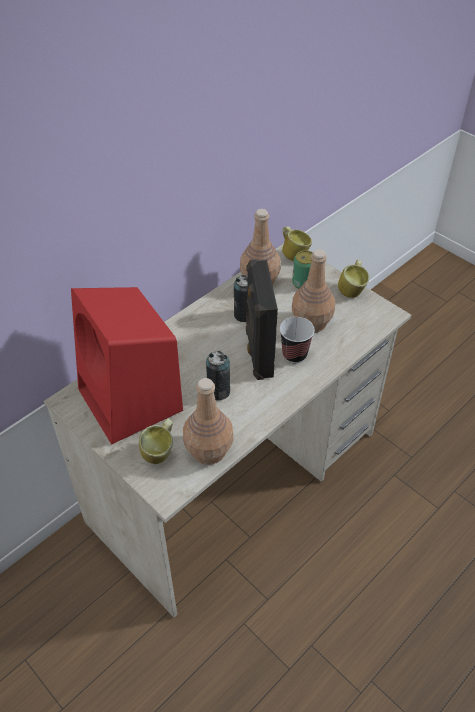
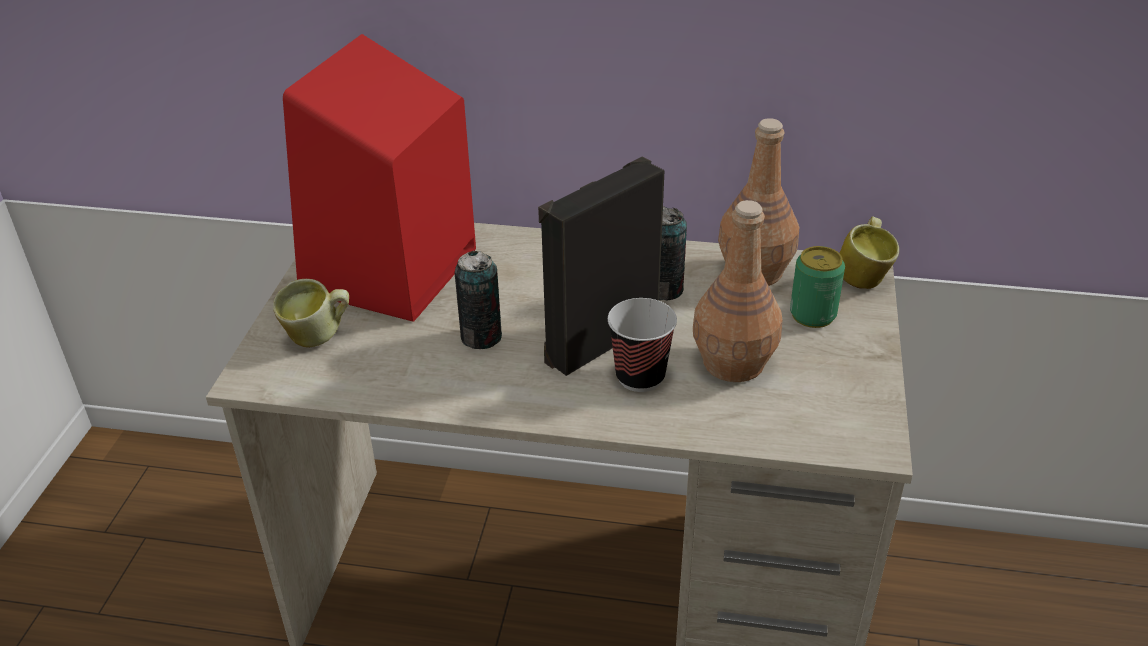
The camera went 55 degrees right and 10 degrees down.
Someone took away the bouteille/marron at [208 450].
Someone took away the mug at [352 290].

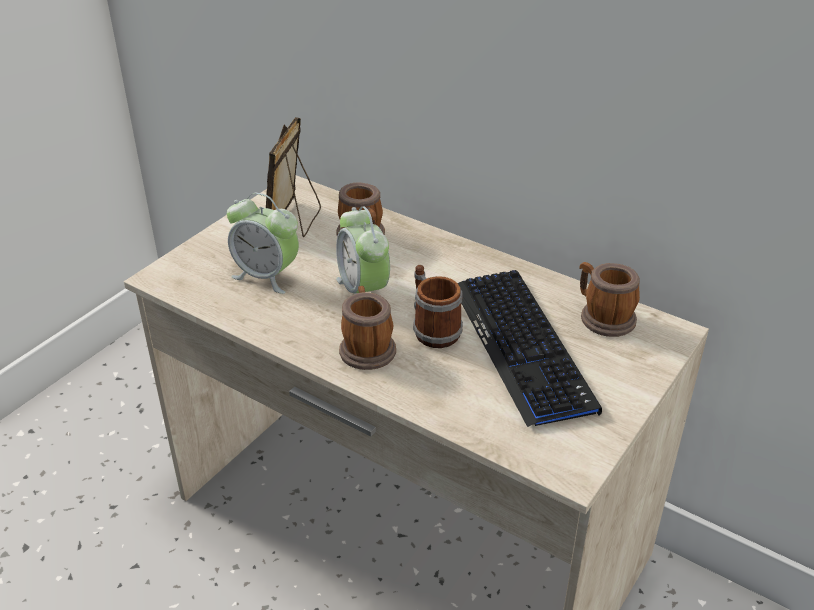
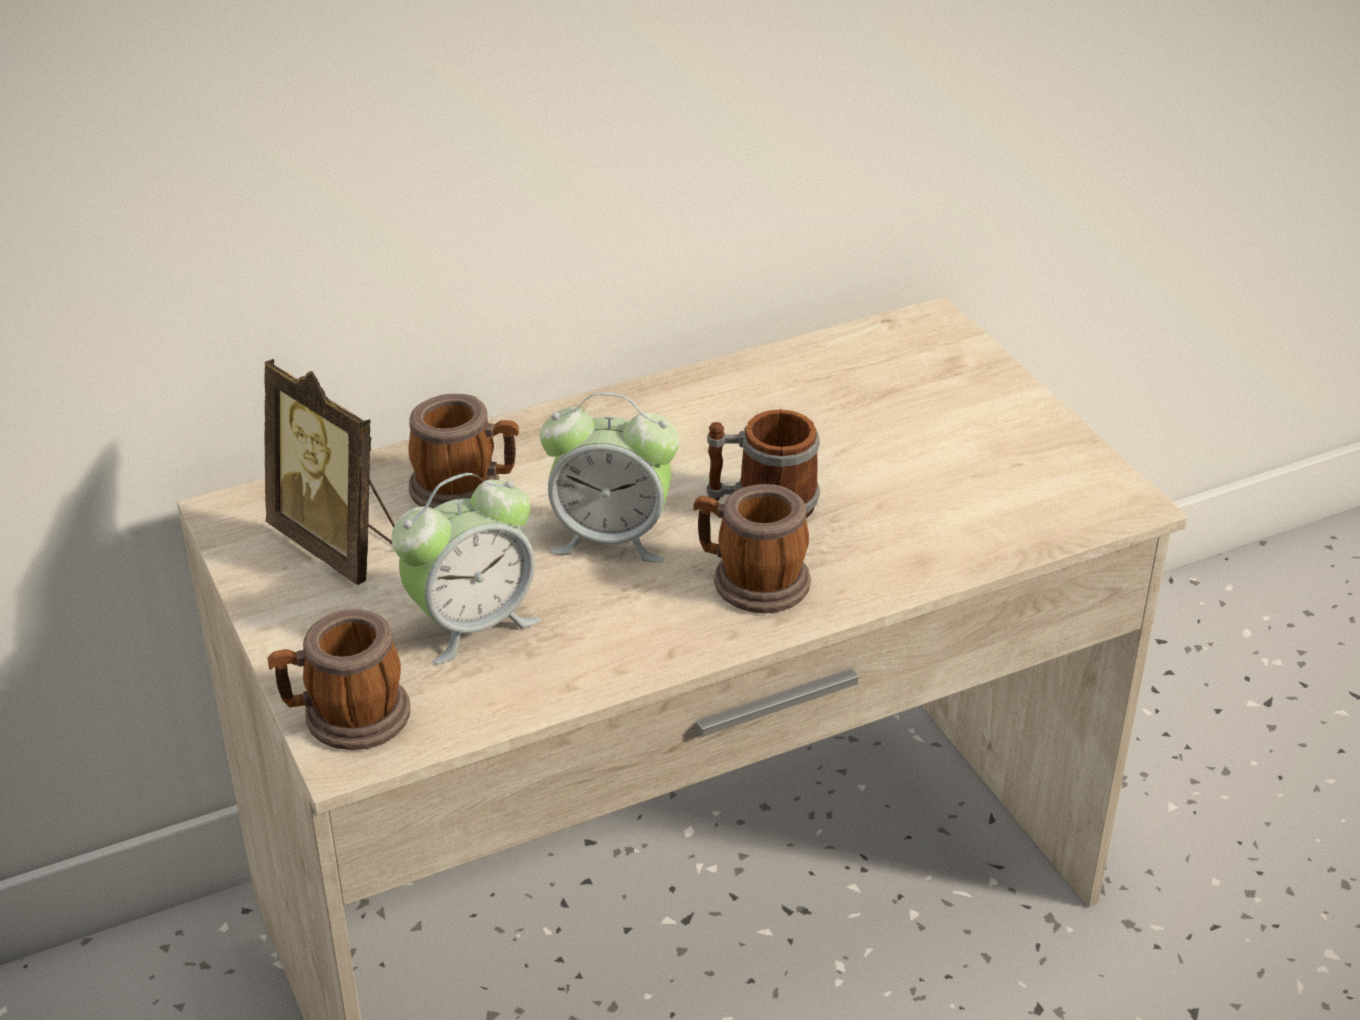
The camera went 60 degrees left and 0 degrees up.
Someone carried the mug from [602 317] to [345 717].
Someone took away the clavier at [522 346].

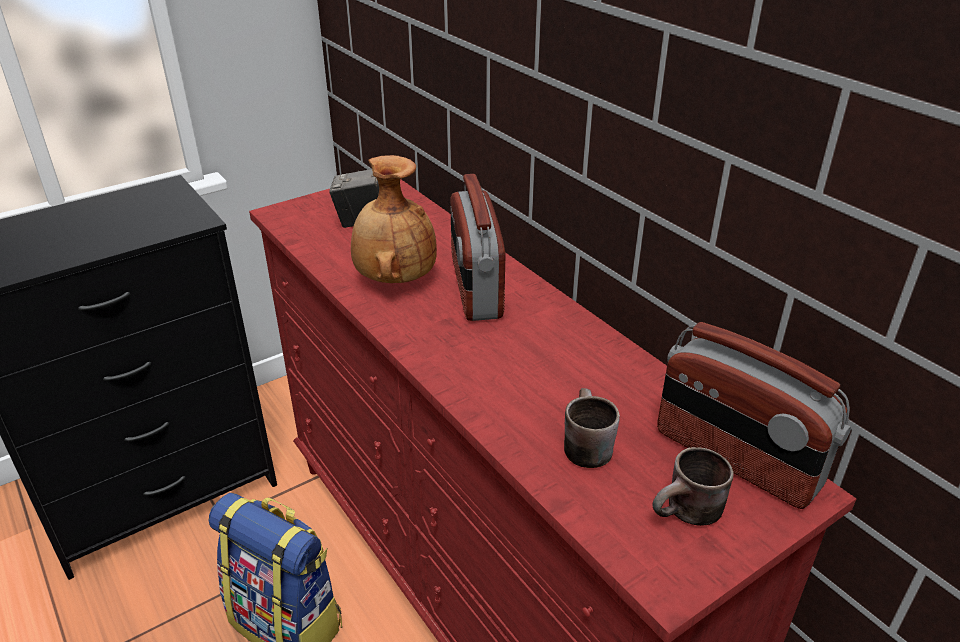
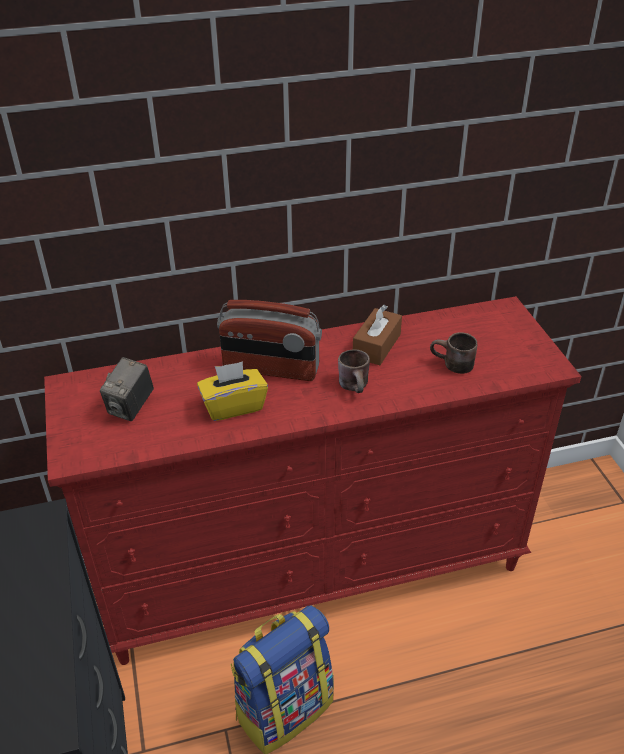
The camera went 70 degrees left and 5 degrees up.
Someone swapped the vase/marron at [394 278] for the boîte à mouchoirs/jaune at [233 406].
Someone carried the mug/marron from [689 515] to [357 386].
Someone put down the boîte à mouchoirs/marron at [376 346].
Someone took away the radio at [735 459].

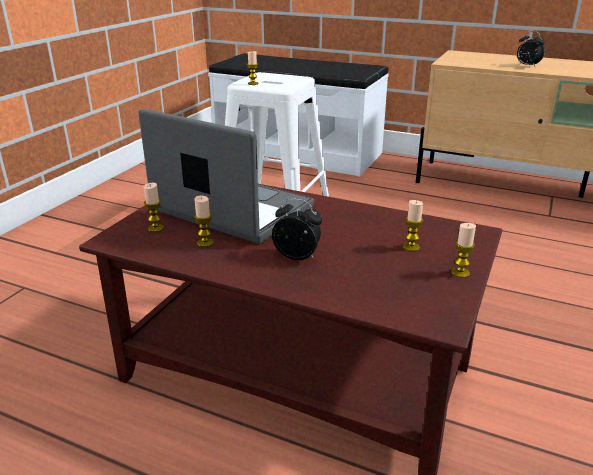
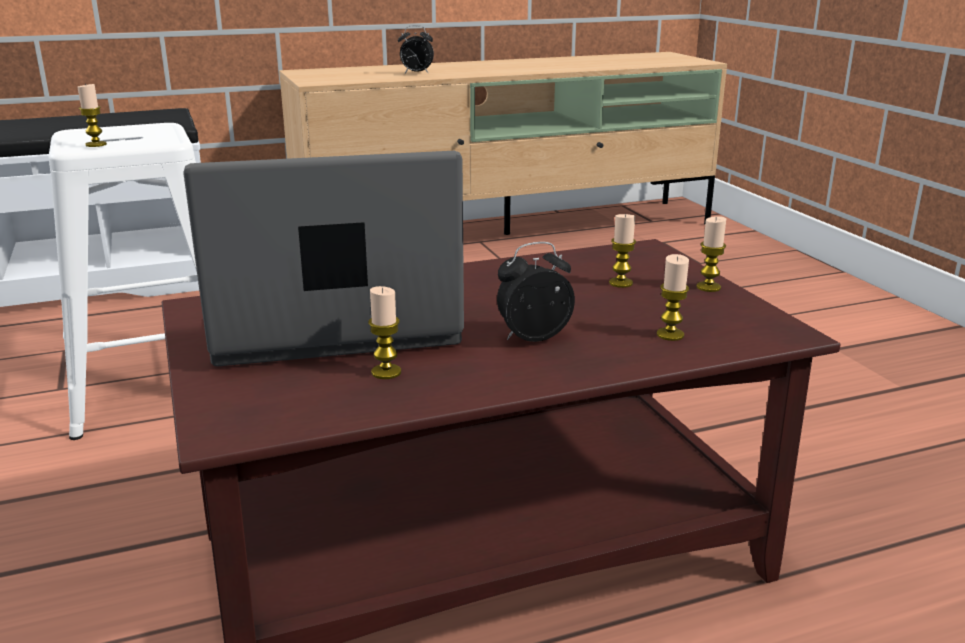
The camera went 45 degrees left and 5 degrees down.
Someone carried the bougie from [155 228] to [670 335].

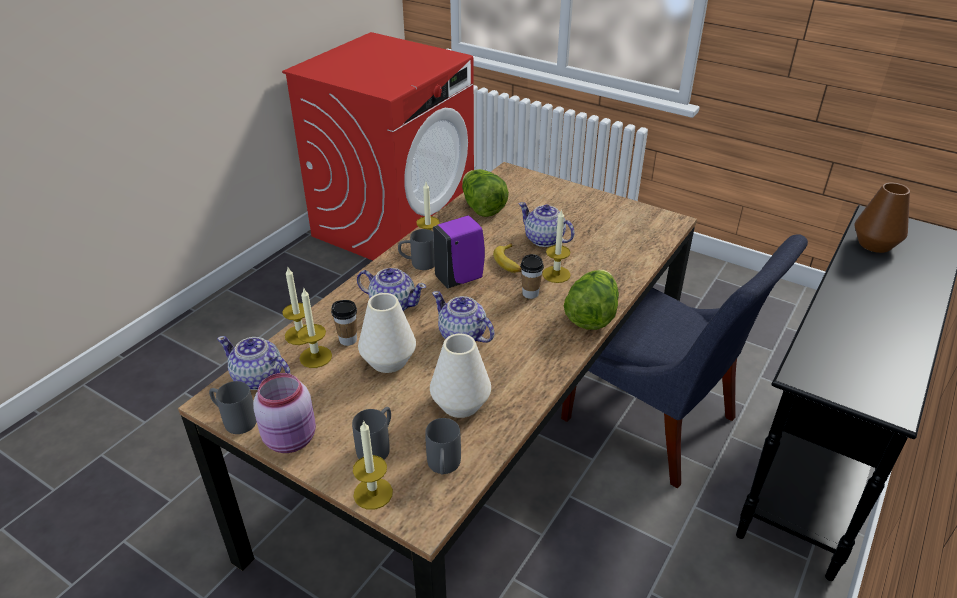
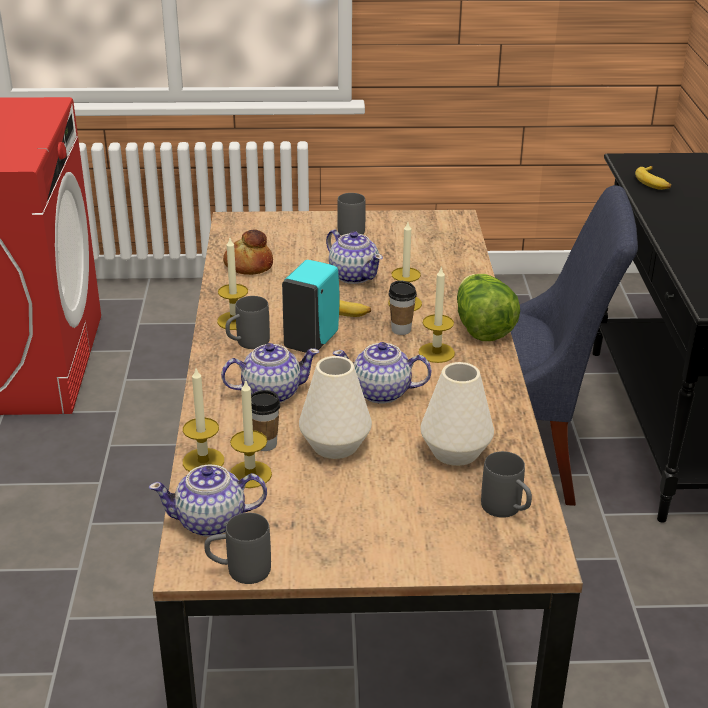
The camera went 35 degrees left and 5 degrees down.
Someone swapped the laitue at [482 208] for the pain at [248 265].
Someone repainted the distributeur de savon/violet at [461 278], which became the distributeur de savon/turquoise at [312 341].
Someone rotated the théière at [544 240] by 135 degrees counterclockwise.
Someone carried the mug/gris from [377 446] to [350 228].
Someone carried the bougie from [373 493] to [436 353].
Someone swapped the vase/marron at [875 244] for the banane at [653 182].
Someone took away the bocal/rose at [292 439].

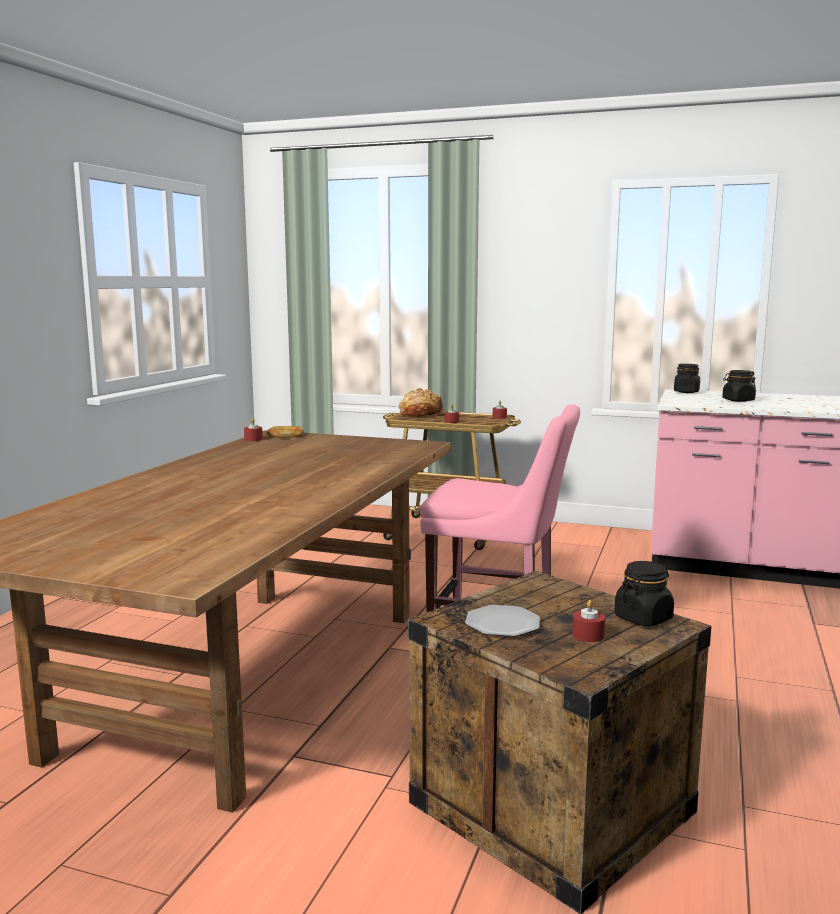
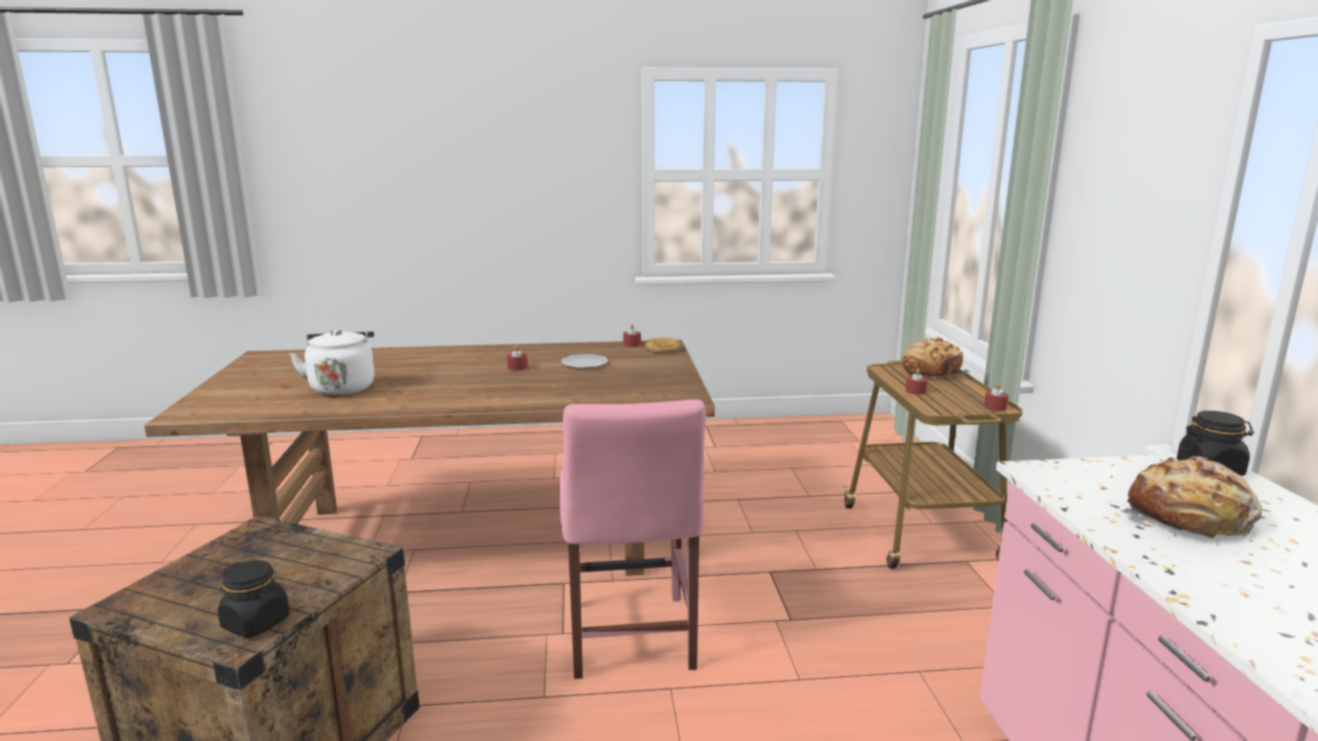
The camera went 65 degrees right and 5 degrees up.
Someone put down the bouilloire/blanc at [342 387].
Someone carried the bougie/rouge from [588 635] to [517 367].
Someone carried the assiette from [503 624] to [585 363].
Someone swapped the bocal/noir at [738 400] for the pain at [1189 519].

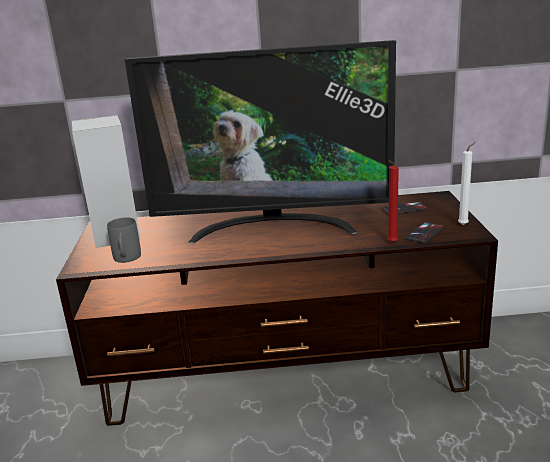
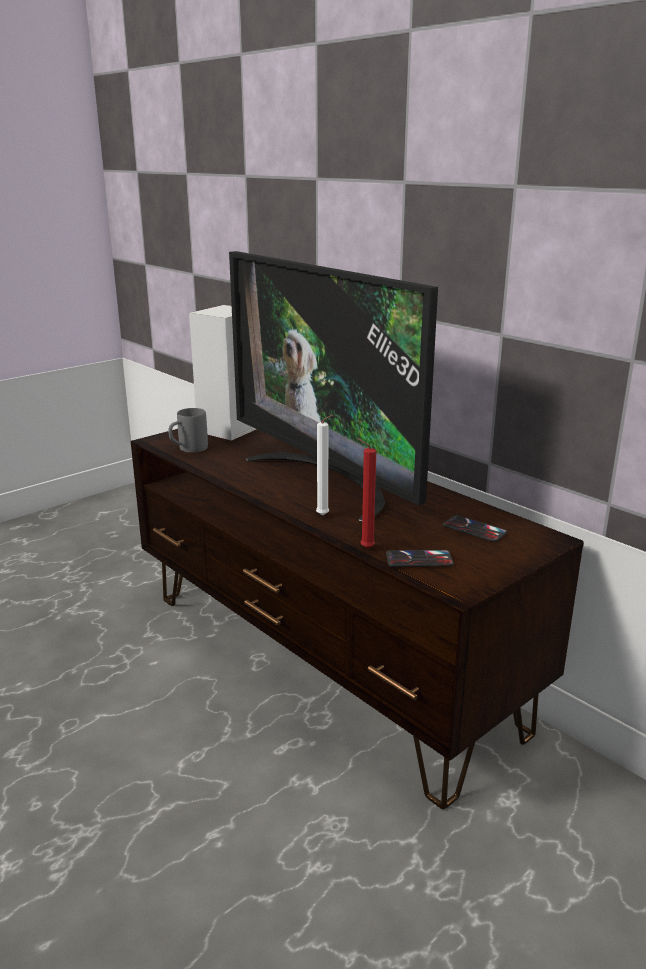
The camera went 50 degrees right and 0 degrees up.
Someone carried the bougie/blanc from [464 224] to [324 516].

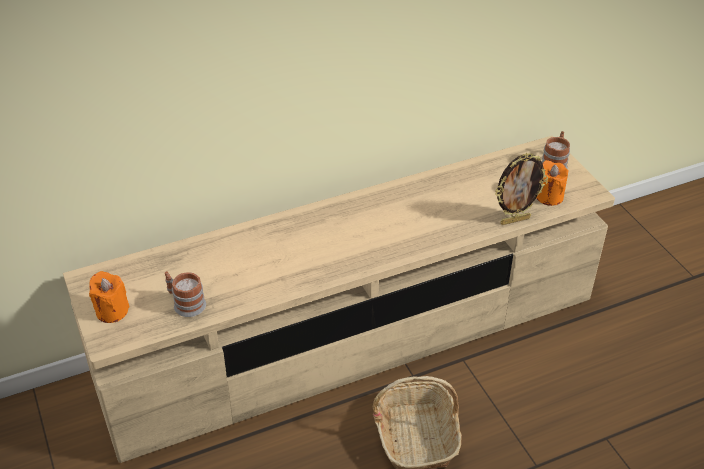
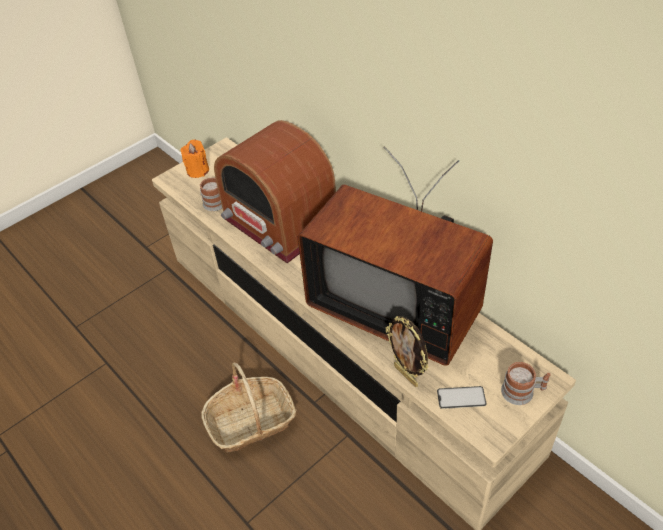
The camera went 75 degrees right and 5 degrees up.
Someone put down the radio at [280 221].
Someone put down the téléviseur at [397 304].
Someone swapped the bougie/orange at [549 196] for the téléphone at [461 397].

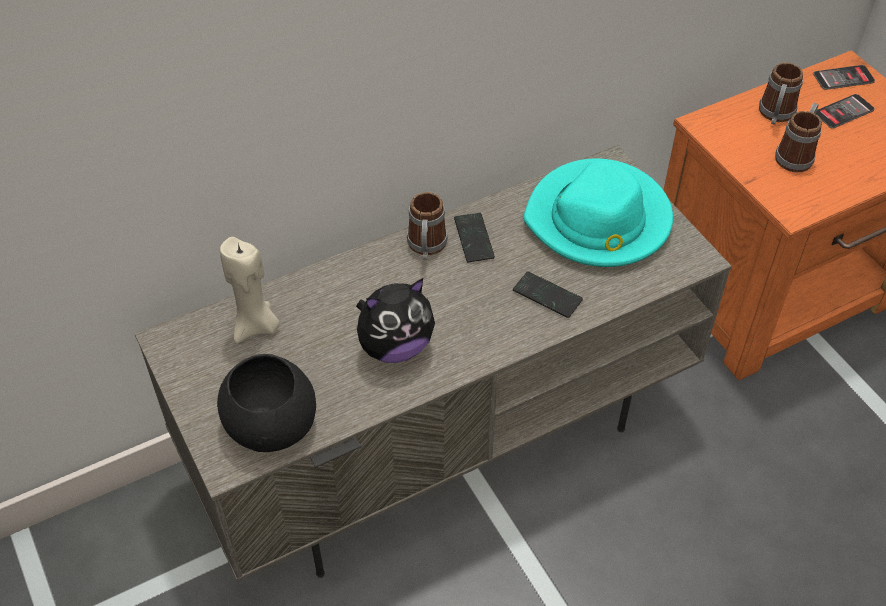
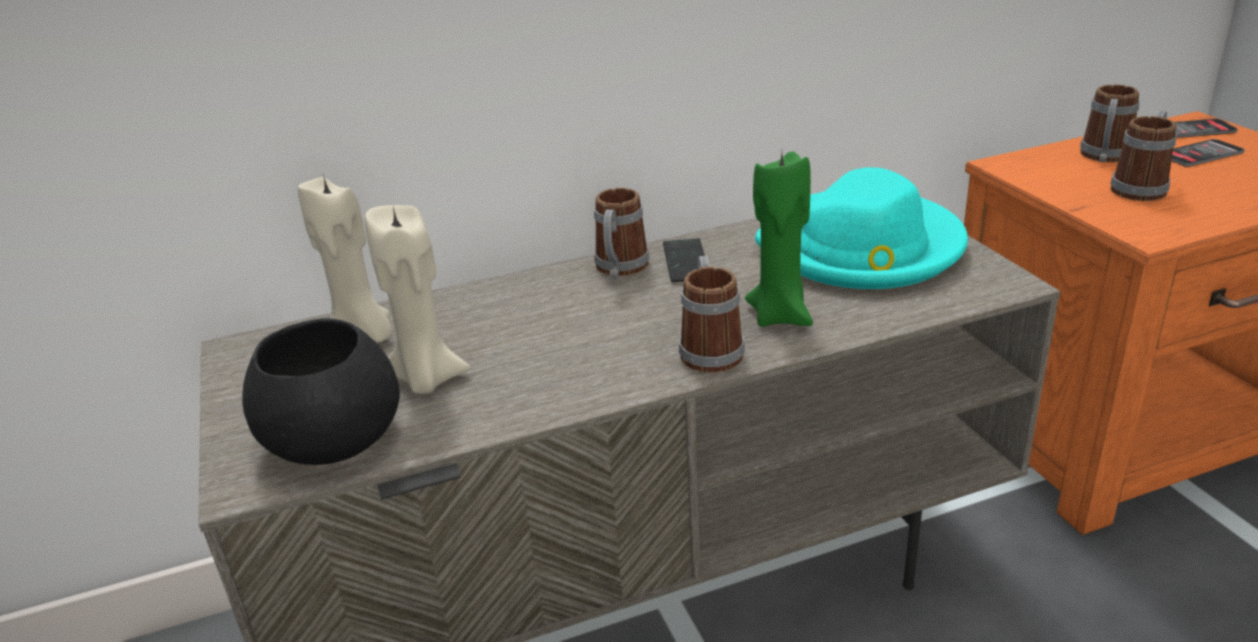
The camera went 10 degrees right and 20 degrees down.
Someone put down the bougie/beige at [426 379].
Someone put down the mug at [709 348].
Someone swapped the téléphone at [547 296] for the bougie/vert at [780 315].
Someone took away the peluche at [395 346].

